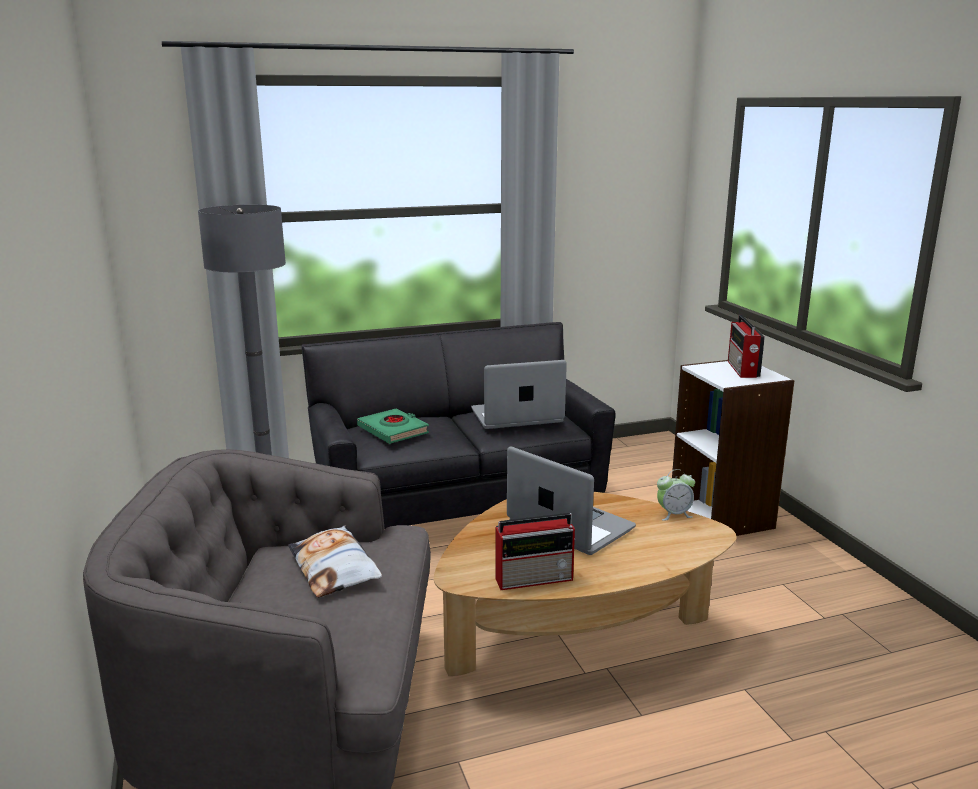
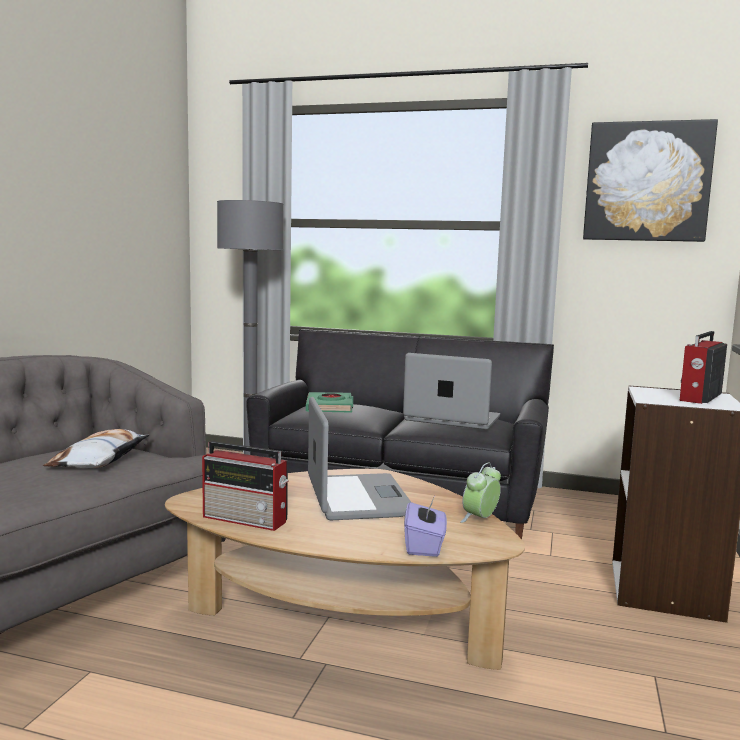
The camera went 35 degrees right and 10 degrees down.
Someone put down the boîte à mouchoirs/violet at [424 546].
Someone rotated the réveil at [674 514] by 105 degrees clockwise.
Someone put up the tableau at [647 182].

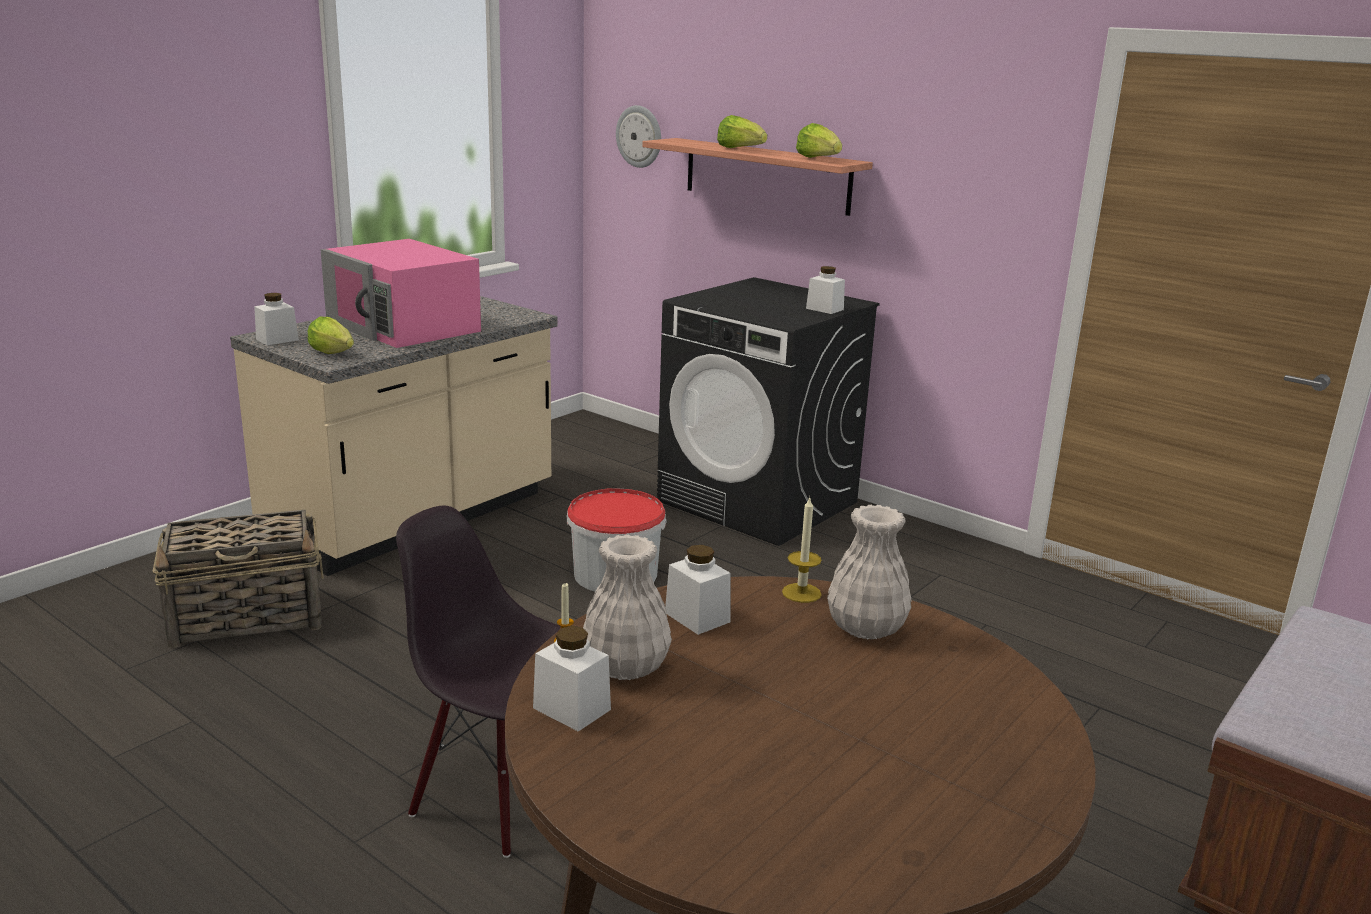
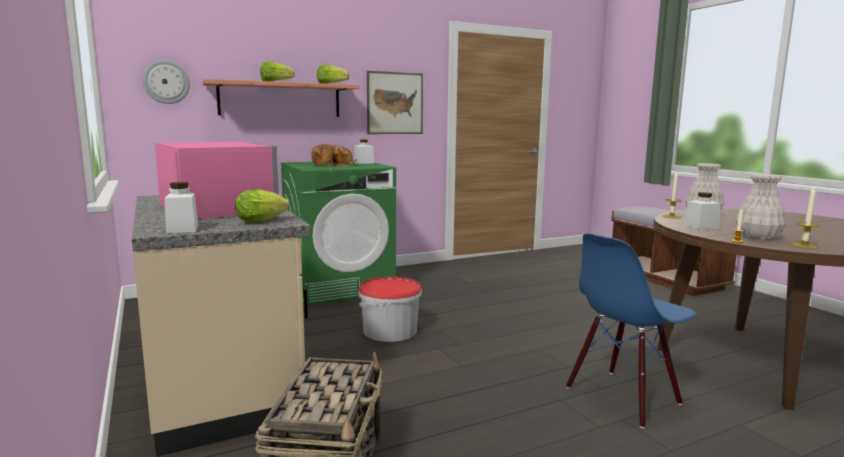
The camera went 65 degrees left and 10 degrees down.
Someone rotated the micro-ondes/rose at [404 326] by 105 degrees counterclockwise.
Someone repainted the lave-linge/noir at [759 502], which became the lave-linge/vert at [339 286].
Someone put down the pain at [333 164].
Someone put up the tableau at [395 103].
Someone repainted the chaise/noir at [503 795], which became the chaise/bleu at [623 397].
Someone swapped the bocal/blanc at [572 709] for the bougie at [804 245].

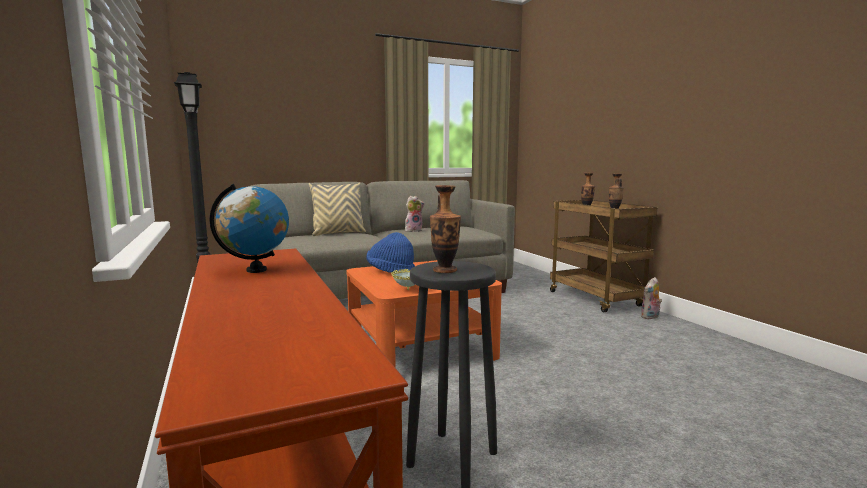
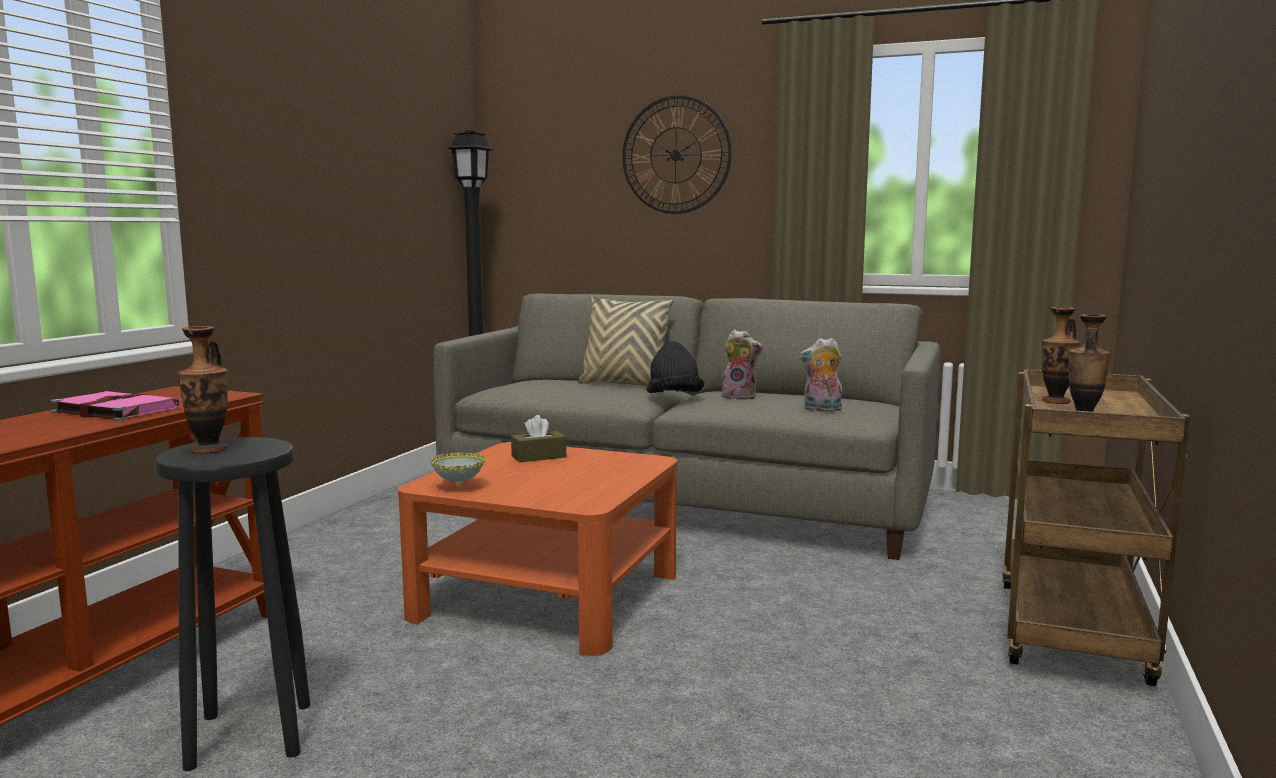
The camera went 45 degrees right and 0 degrees up.
Someone swapped the globe at [256 270] for the livre/rose at [114 410].
Someone swapped the chapeau/bleu at [391 271] for the boîte à mouchoirs/marron at [538 456].
Someone put up the horloge murale at [676 155].
Someone put down the chapeau/noir at [674 398].
Someone carried the peluche from [650 317] to [821 410].

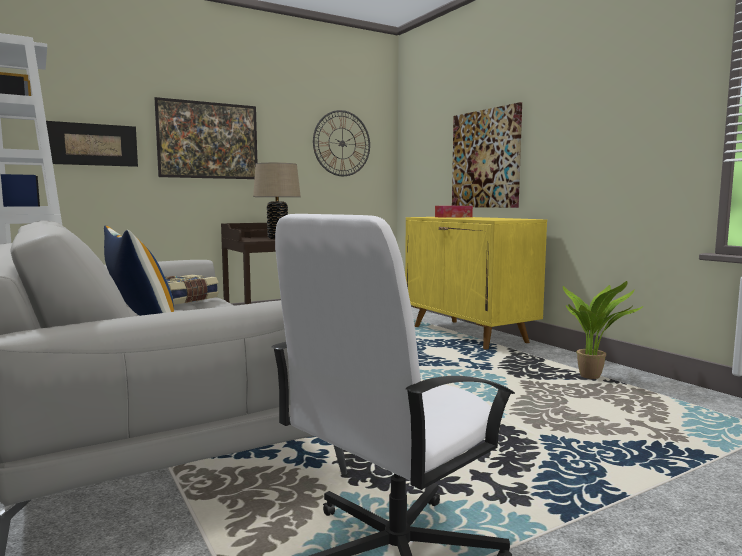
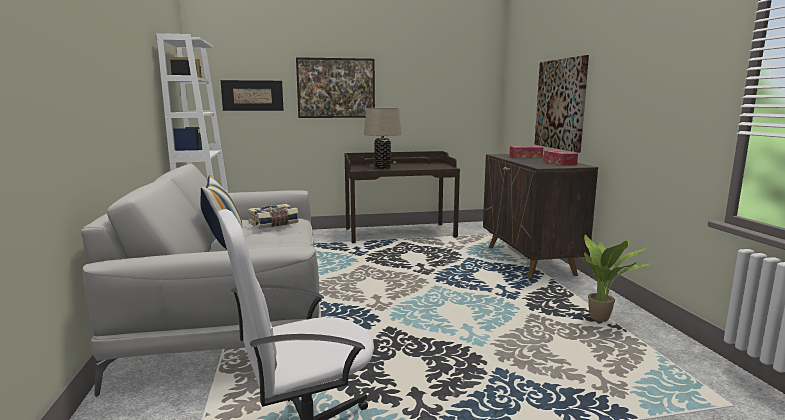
The camera went 20 degrees right and 5 degrees up.
Someone repainted the meuble de rangement/jaune at [469 334], which became the meuble de rangement/marron at [529 261].
Someone put down the boîte à mouchoirs at [559 163].
Someone took away the horloge murale at [342 143].

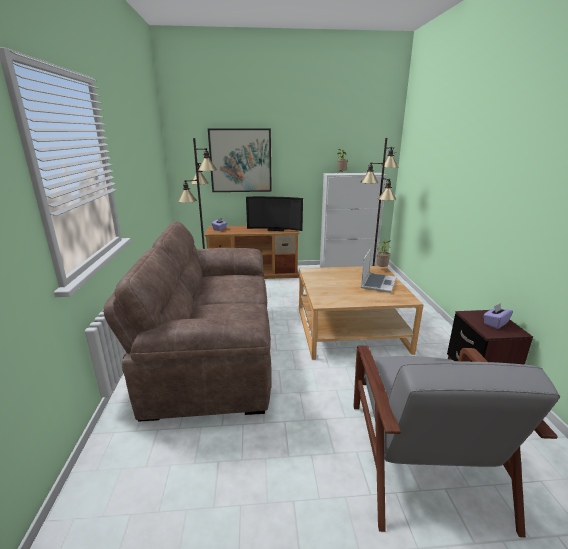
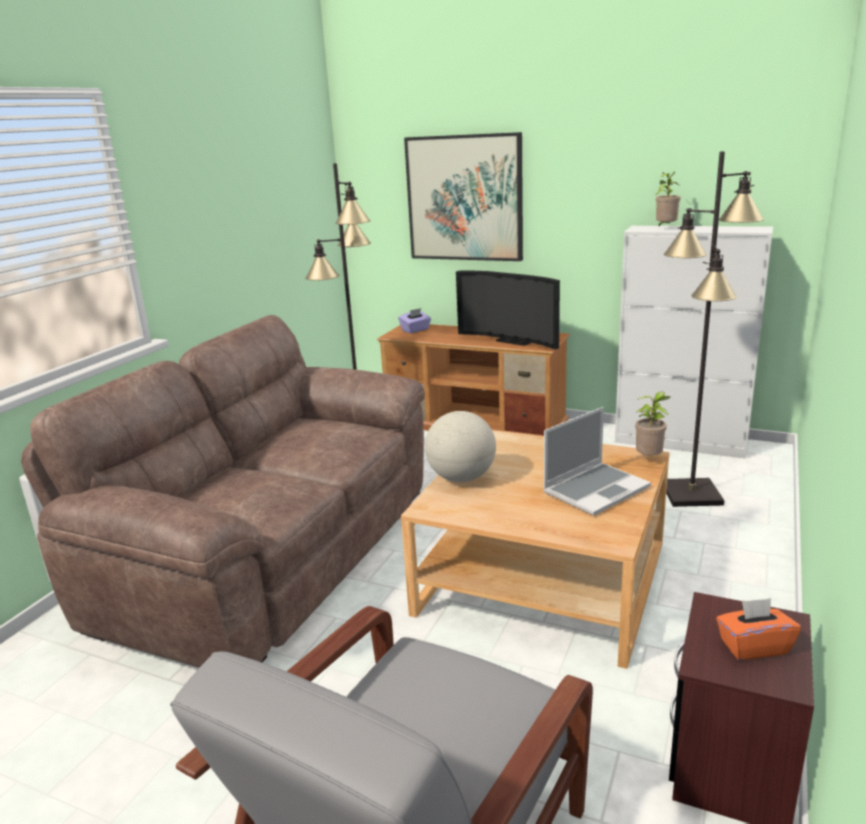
The camera went 30 degrees right and 0 degrees up.
Someone put down the globe at [462 478].
Someone repainted the boîte à mouchoirs/violet at [495 323], which became the boîte à mouchoirs/orange at [753 646].

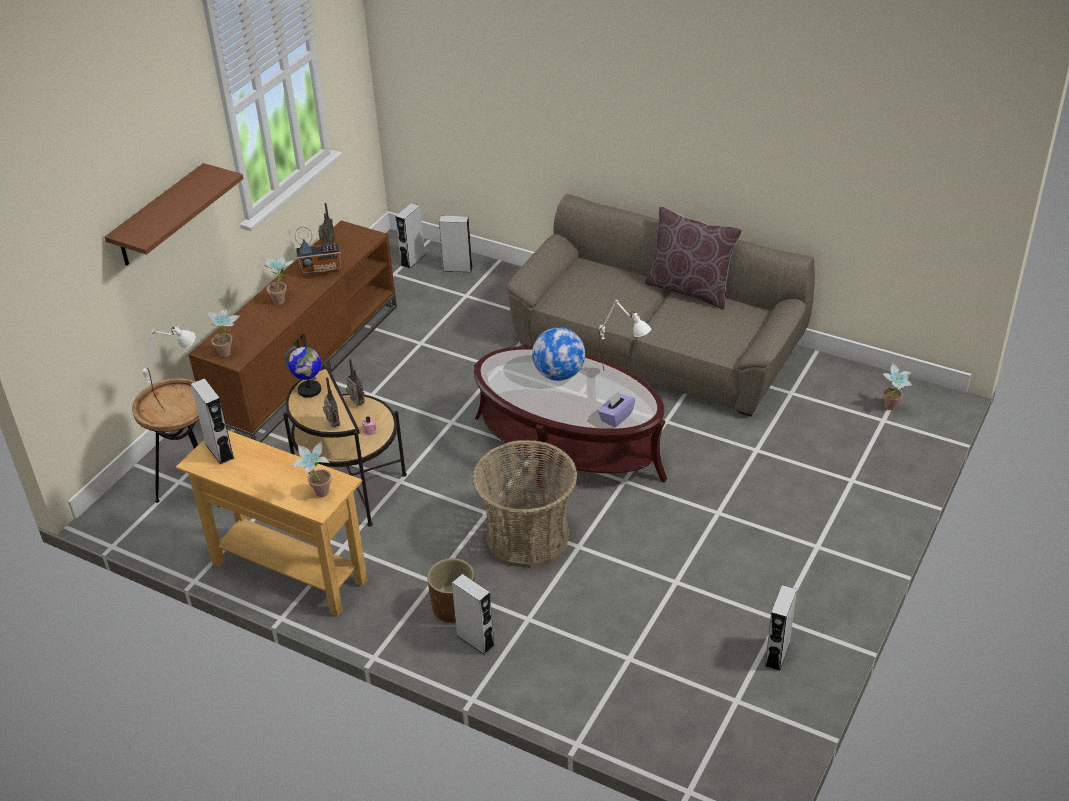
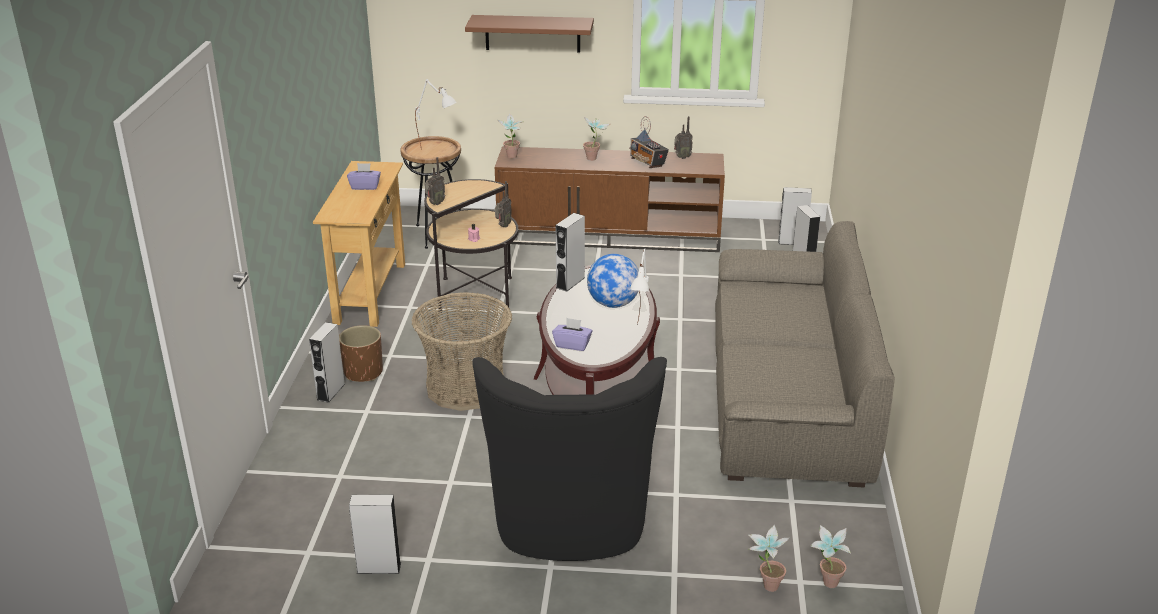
The camera went 65 degrees right and 10 degrees down.
Someone put down the boîte à mouchoirs/violet at [365 186].
Someone put down the fauteuil/noir at [570 520].
Someone carried the enceinte/gris from [219 451] to [570 282].
Someone carried the plante en pot from [318 495] to [765 585].
Someone took away the globe at [309 390].
Someone took away the coussin/marron at [690 289].

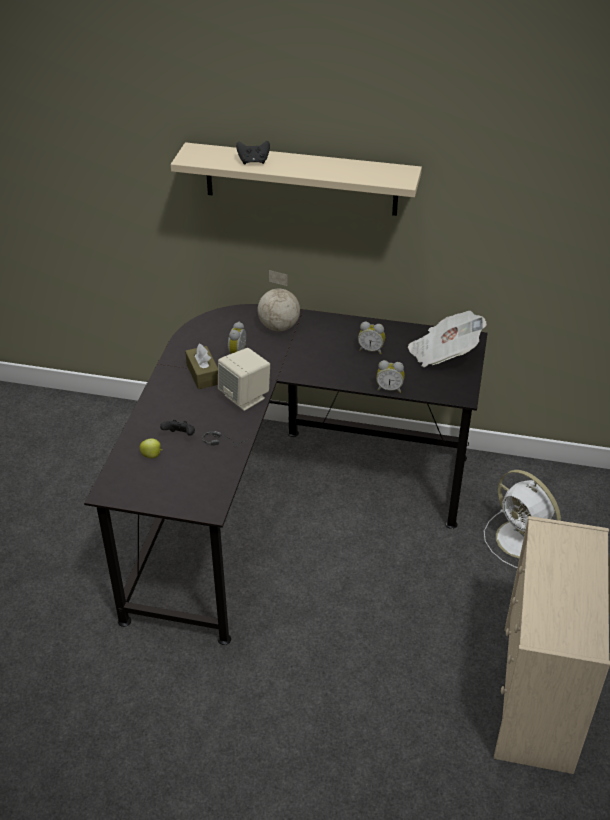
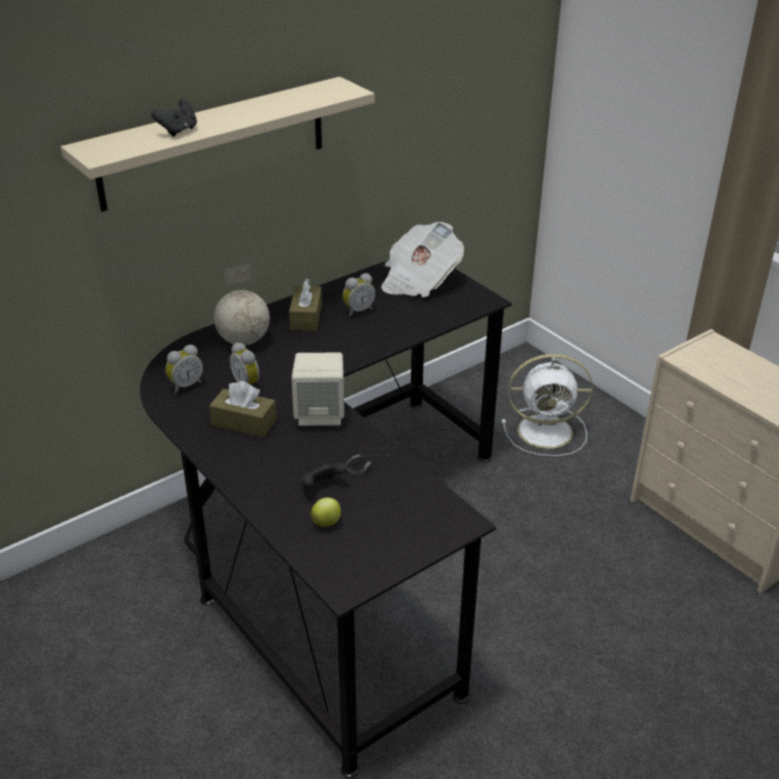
The camera went 50 degrees left and 5 degrees down.
Someone carried the réveil from [389 388] to [185 385].
Someone put down the boîte à mouchoirs/marron at [306 317].

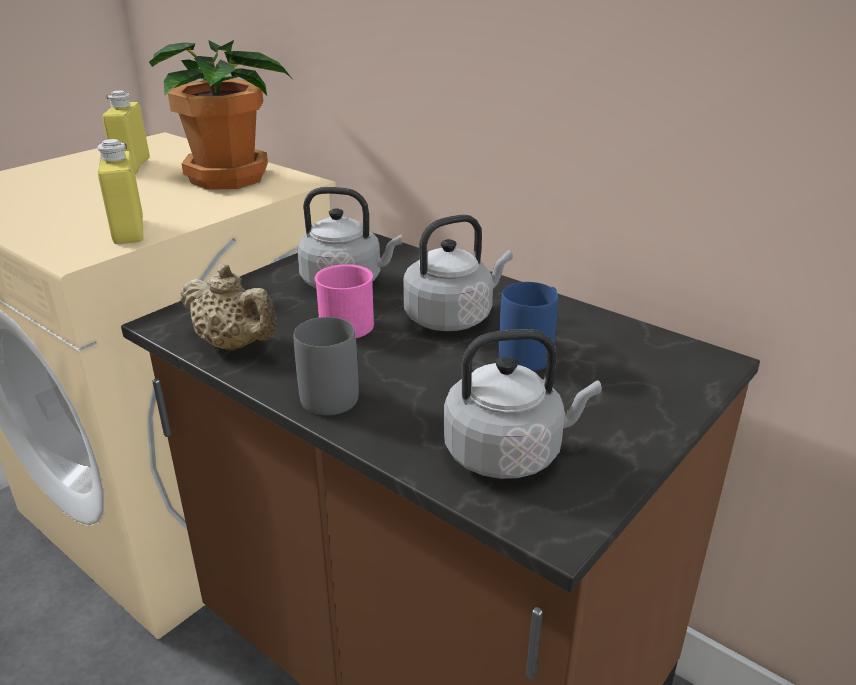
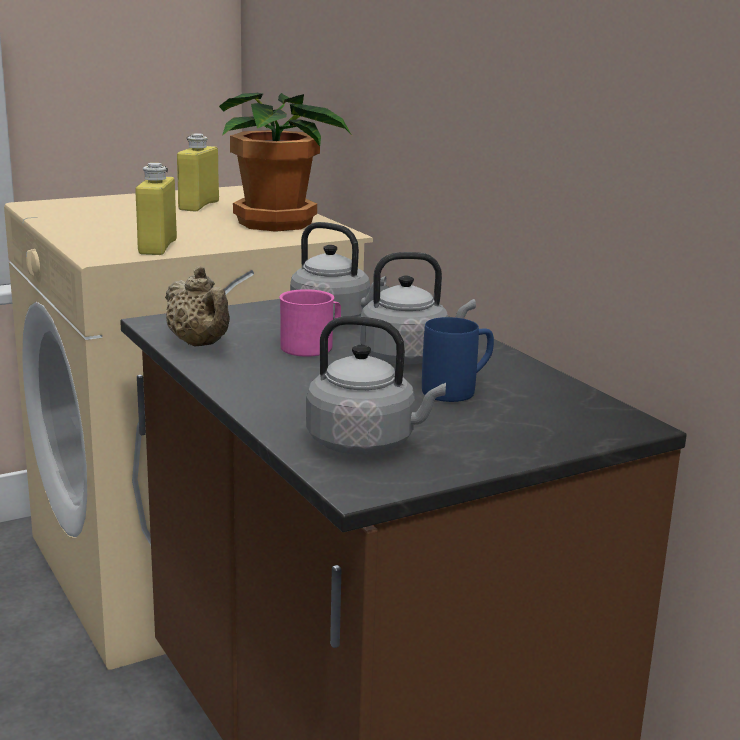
The camera went 20 degrees right and 10 degrees down.
Someone took away the mug/gris at [326 391].

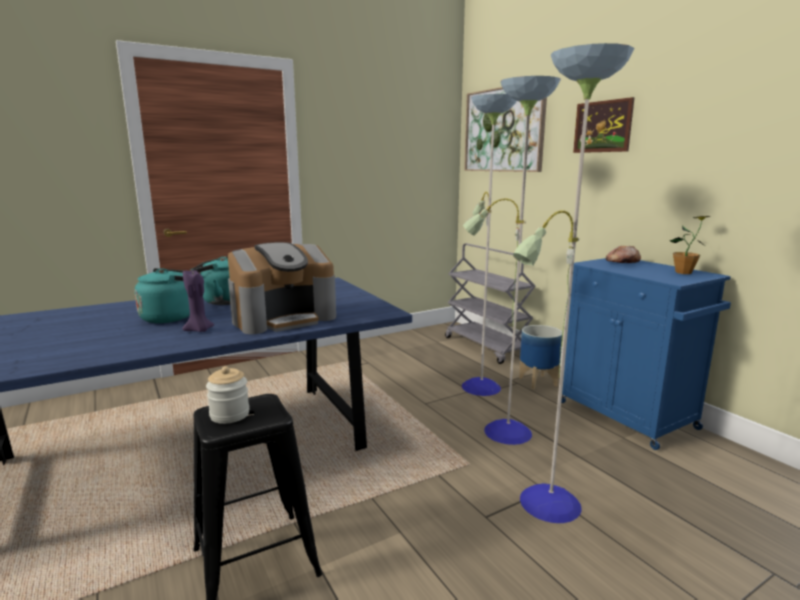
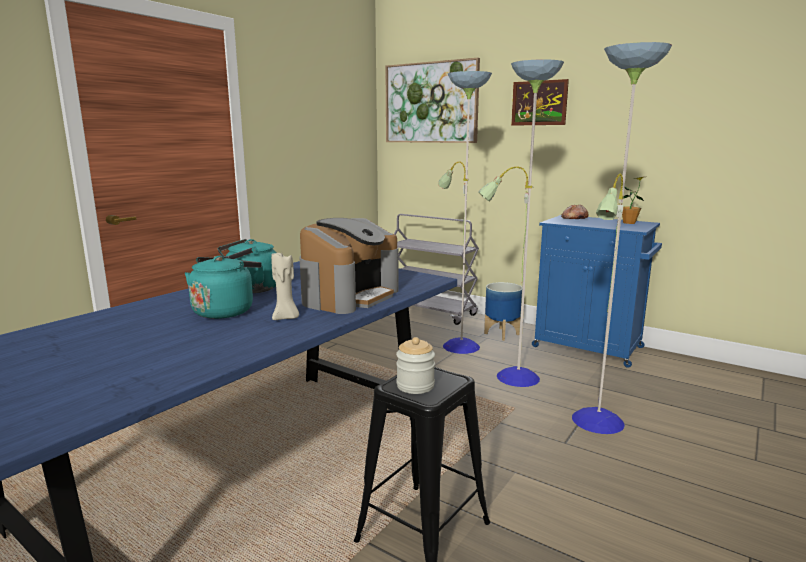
The camera went 25 degrees left and 0 degrees up.
Someone repainted the bougie/violet at [199 330], which became the bougie/beige at [286 318].

